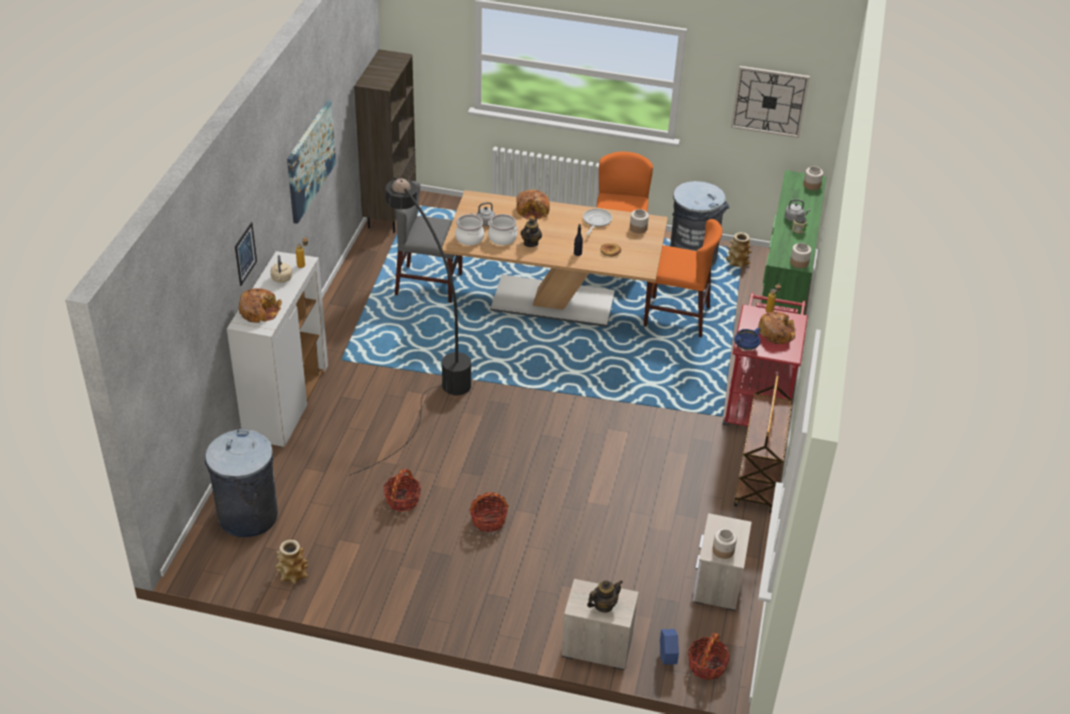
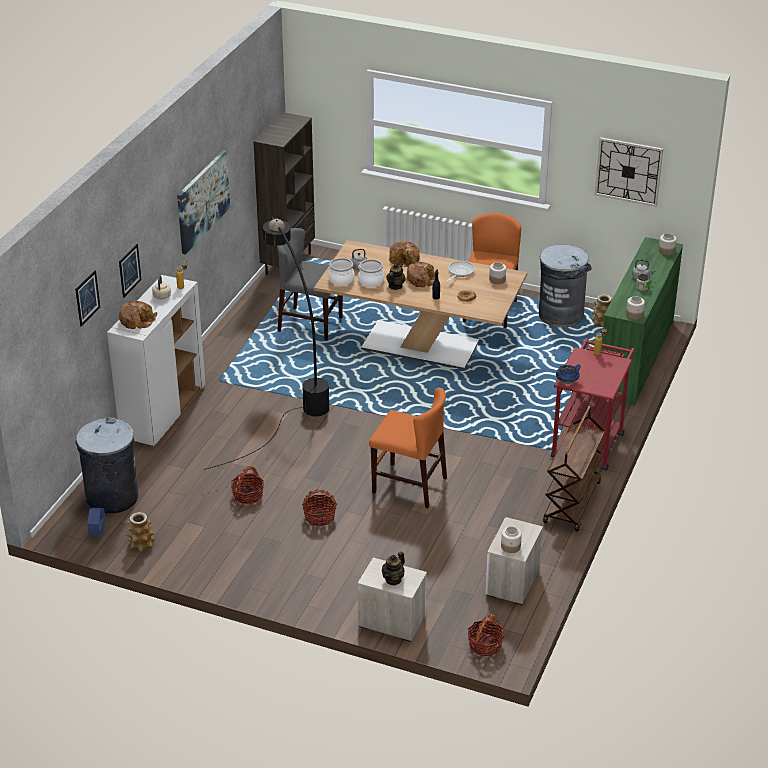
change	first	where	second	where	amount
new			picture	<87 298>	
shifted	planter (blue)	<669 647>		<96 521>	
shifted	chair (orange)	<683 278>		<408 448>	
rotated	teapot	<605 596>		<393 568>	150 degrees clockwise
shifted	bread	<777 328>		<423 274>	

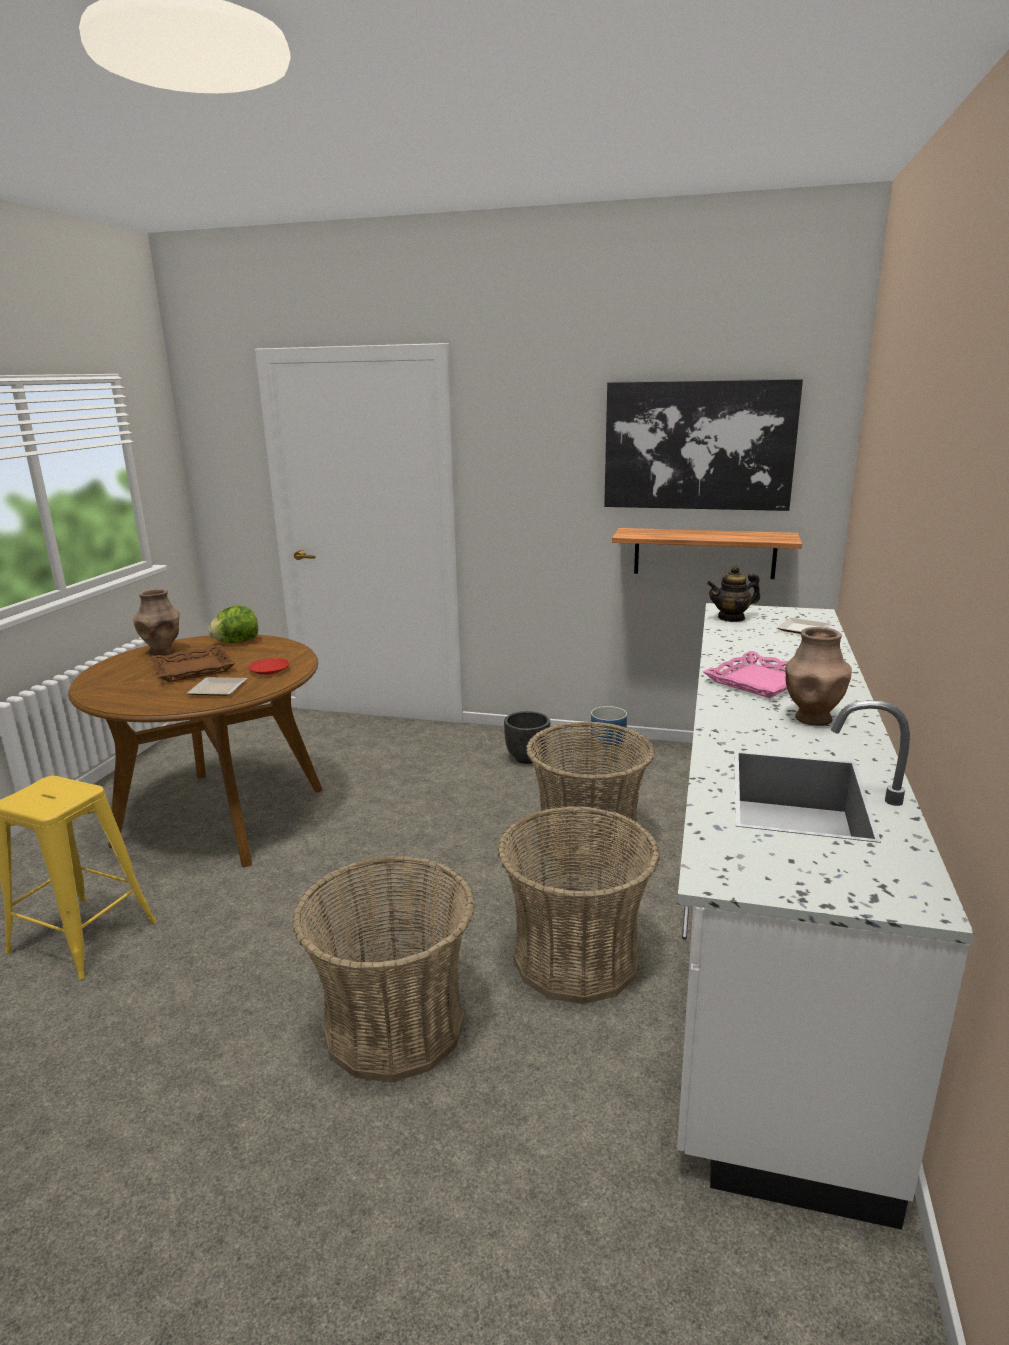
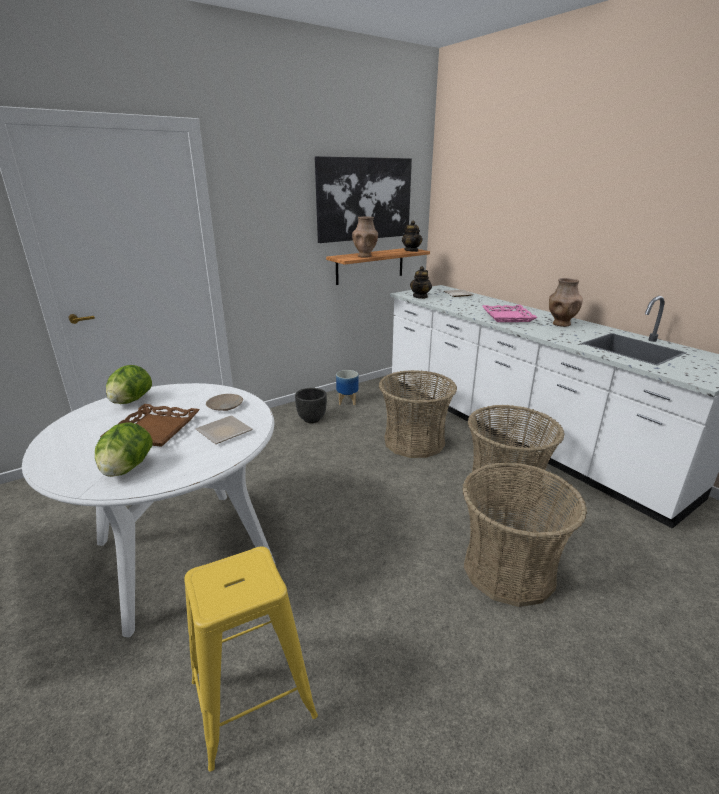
change	first	where	second	where	amount
repainted	dining table (brown)	<195 751>	dining table (white)	<148 510>	
new			lettuce	<124 450>	
repainted	plate (red)	<268 666>	plate (beige)	<224 402>	
shifted	vase (brown)	<156 622>		<365 236>	
new			teapot	<412 236>	

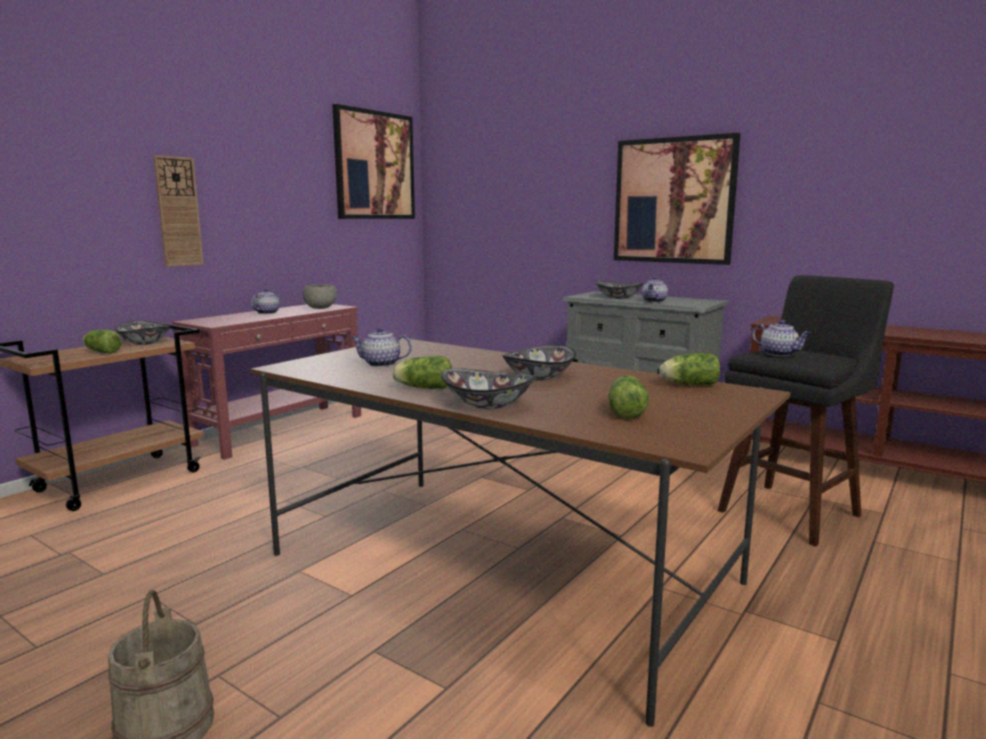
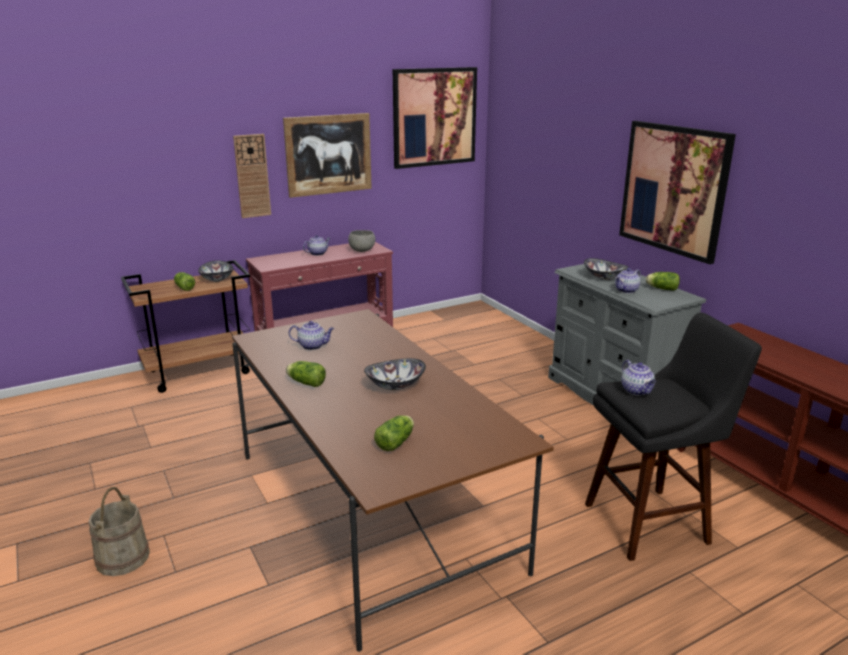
change	first	where	second	where	amount
new			picture	<327 155>	
rotated	teapot	<381 347>		<311 335>	150 degrees clockwise
shifted	lettuce	<689 369>		<663 281>	
gone	bowl	<488 388>			

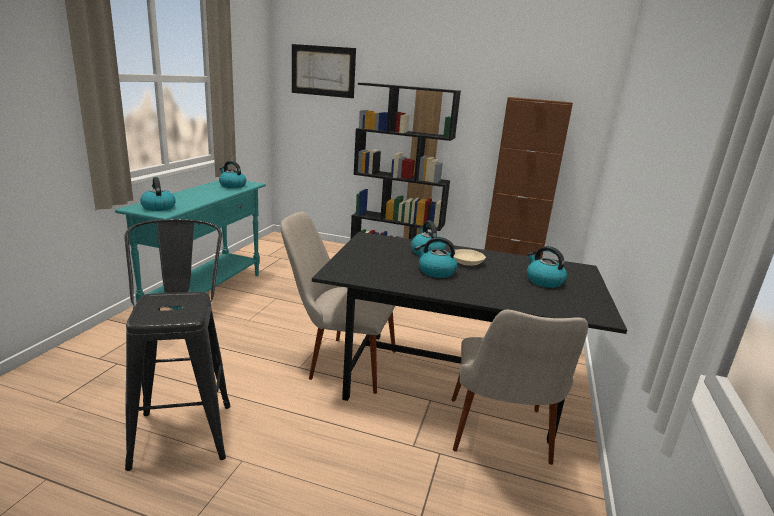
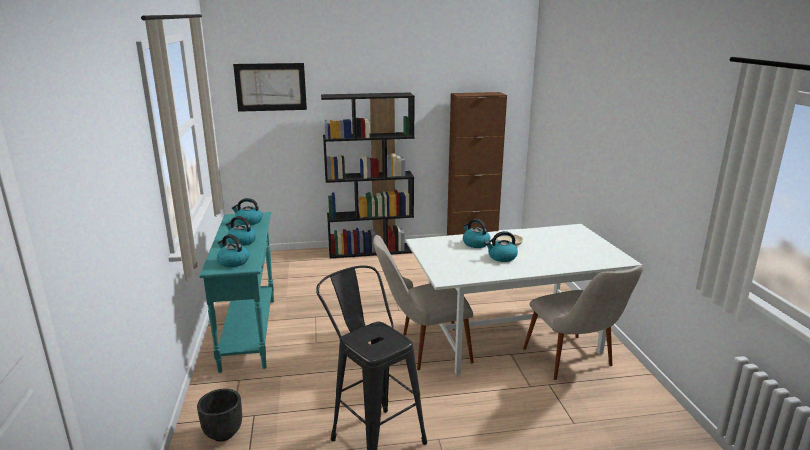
change	first	where	second	where	amount
new			planter (black)	<219 415>	
shifted	kettle	<547 267>		<241 231>	
repainted	dining table (black)	<469 338>	dining table (white)	<524 299>	

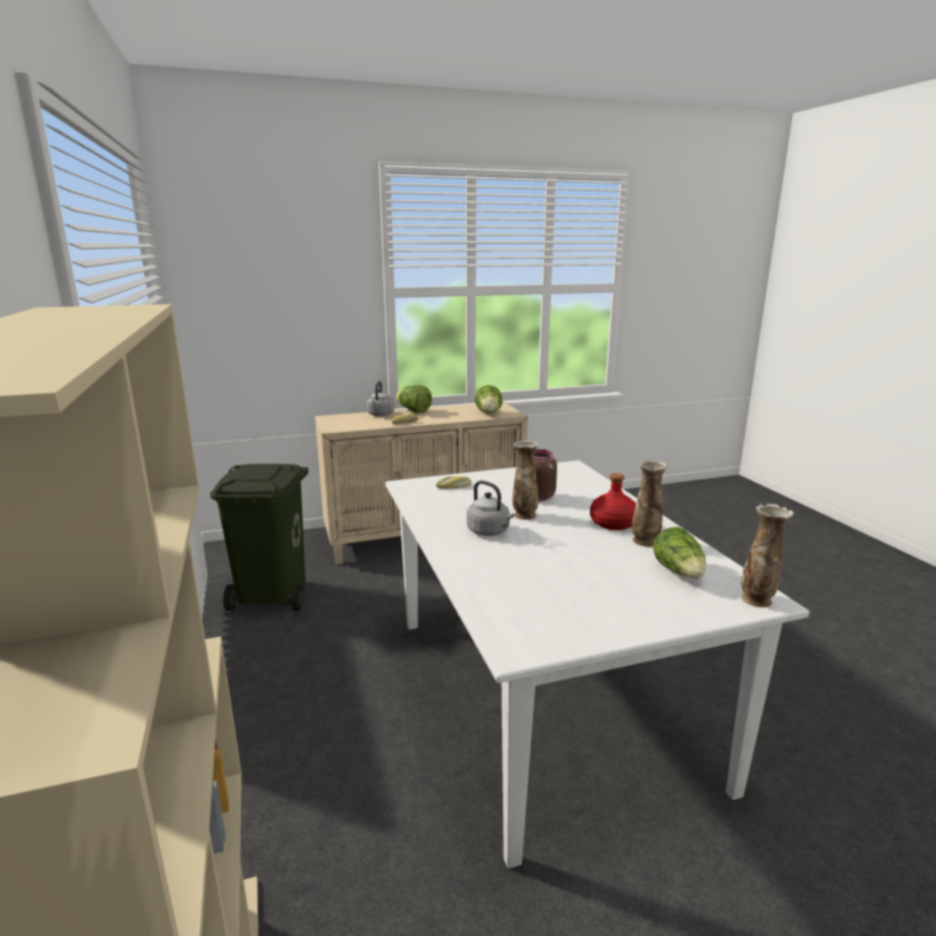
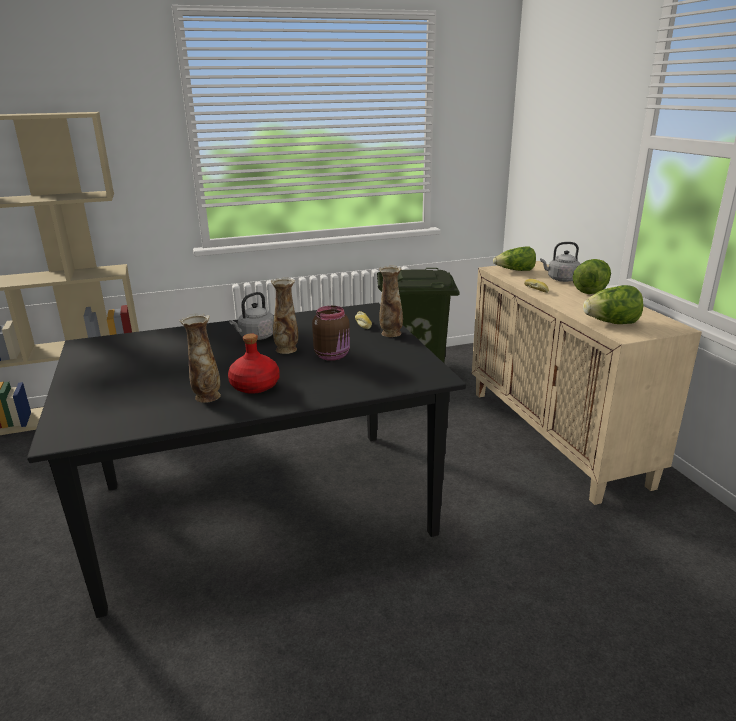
change	first	where	second	where	amount
repainted	dining table (white)	<597 664>	dining table (black)	<246 460>	
shifted	vase	<767 555>		<391 301>	
shifted	lettuce	<679 552>		<514 258>	

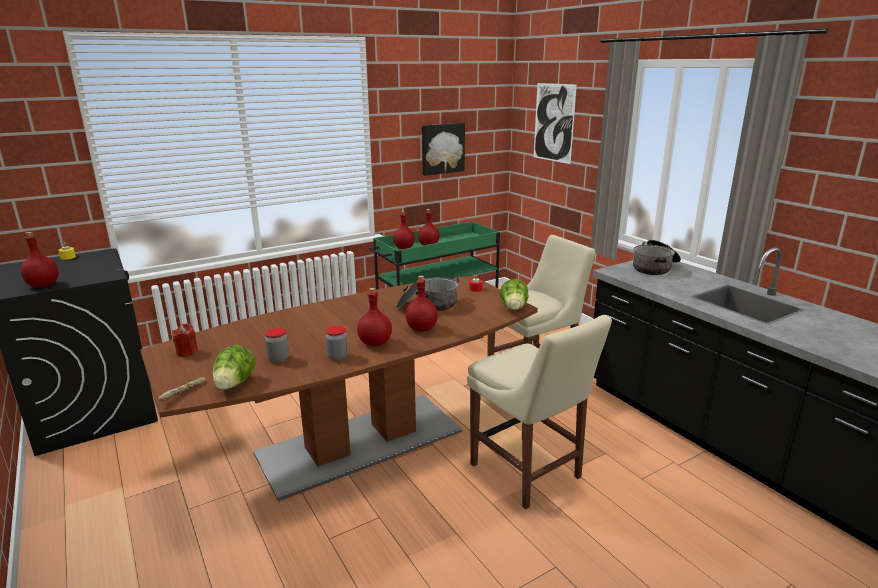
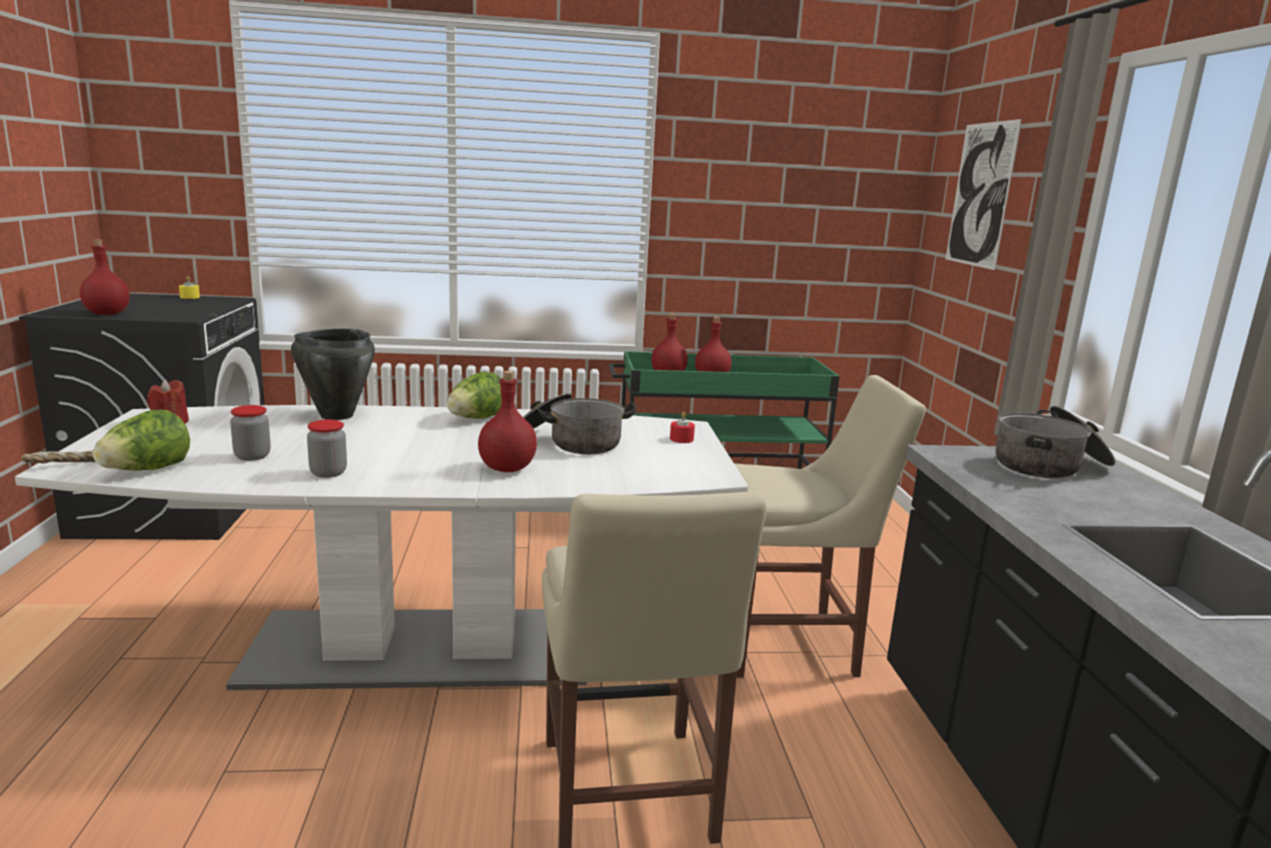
change	first	where	second	where	amount
repainted	dining table (brown)	<339 388>	dining table (white)	<381 547>	
new			cooking pot (black)	<333 374>	
shifted	lettuce	<514 294>		<474 395>	
gone	bottle (red)	<374 317>			
gone	picture	<443 149>			

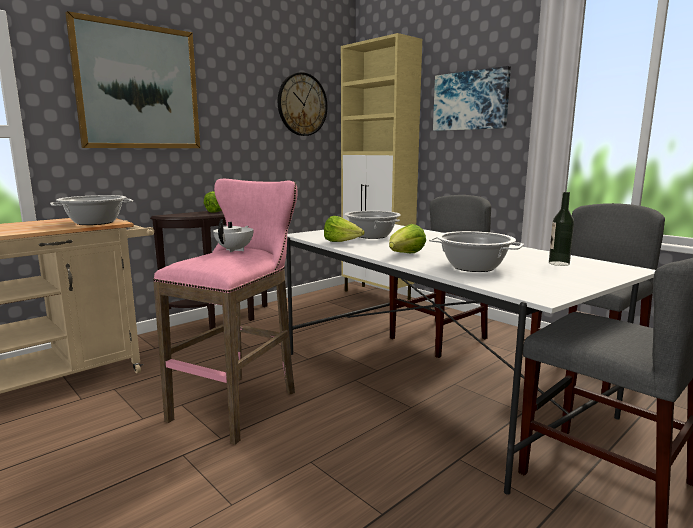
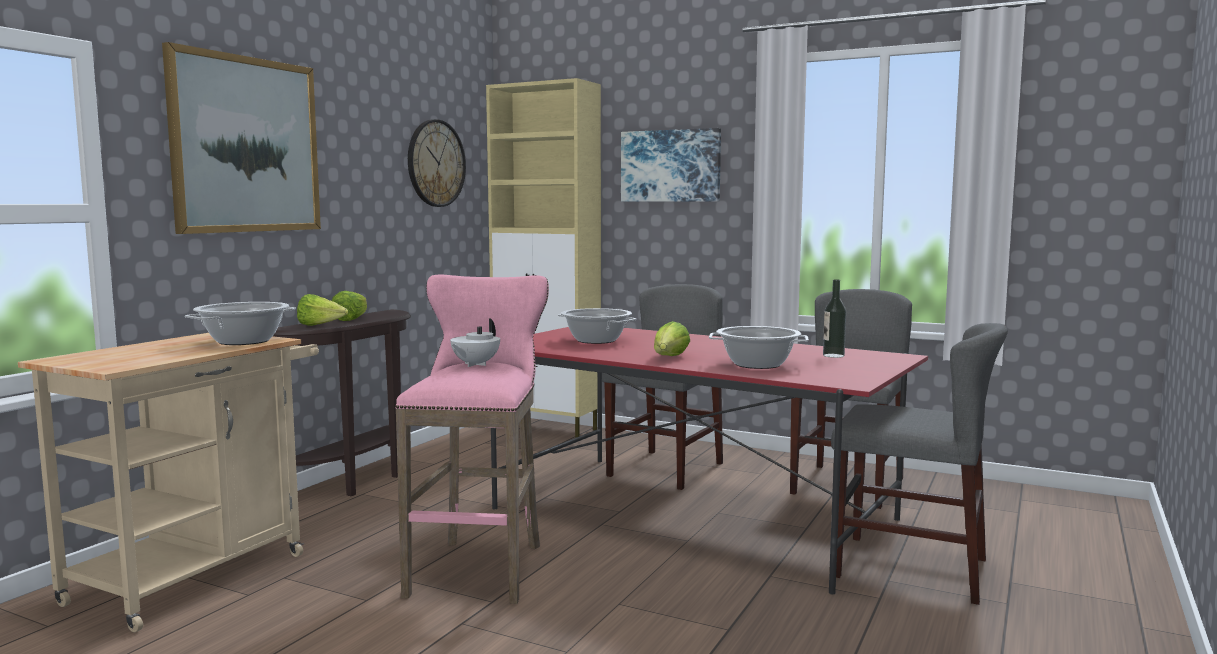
change	first	where	second	where	amount
shifted	lettuce	<344 229>		<322 310>	
rotated	teapot (white)	<233 235>		<475 342>	150 degrees counterclockwise
repainted	dining table (white)	<471 359>	dining table (red)	<709 461>	

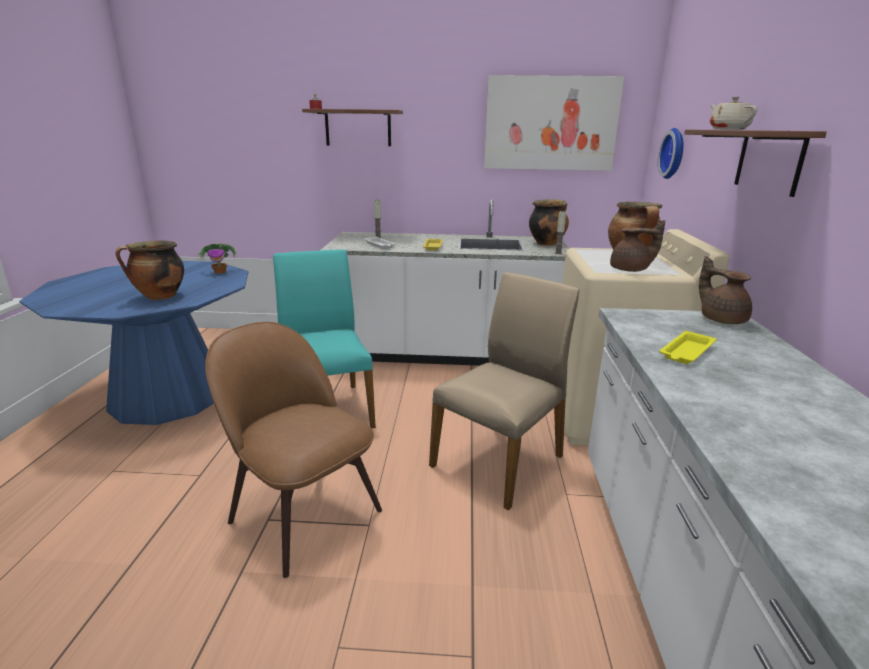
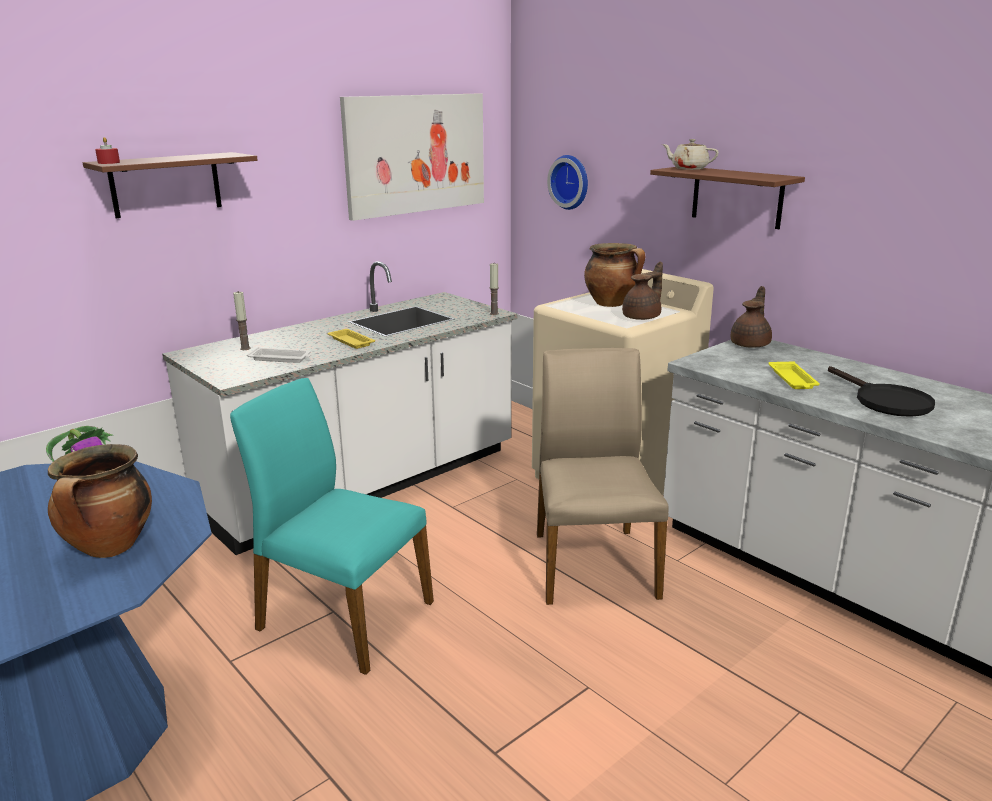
change	first	where	second	where	amount
rotated	teapot (brown)	<725 290>		<751 316>	105 degrees clockwise
new			frying pan (black)	<881 391>	
gone	chair (brown)	<293 450>			
gone	cooking pot	<549 222>			

